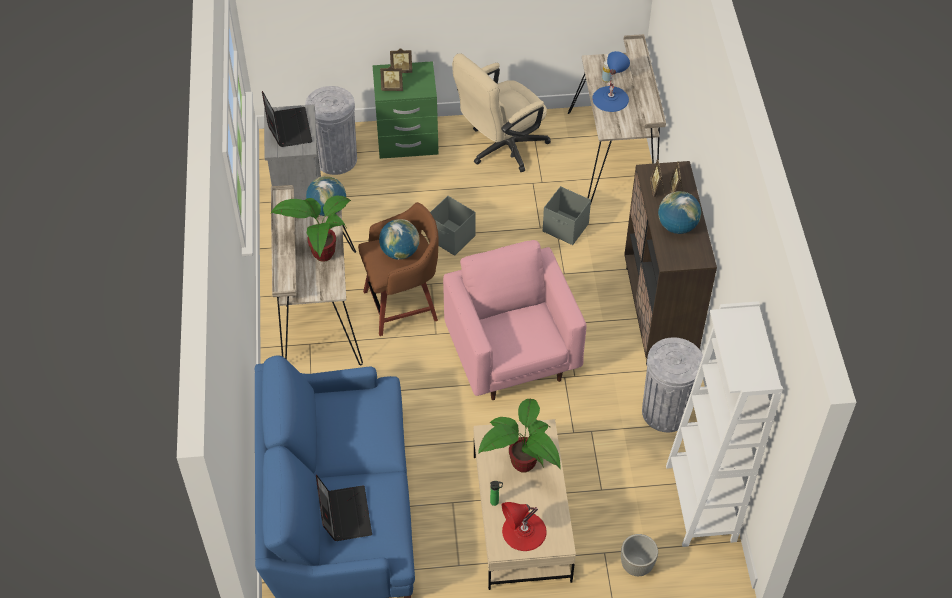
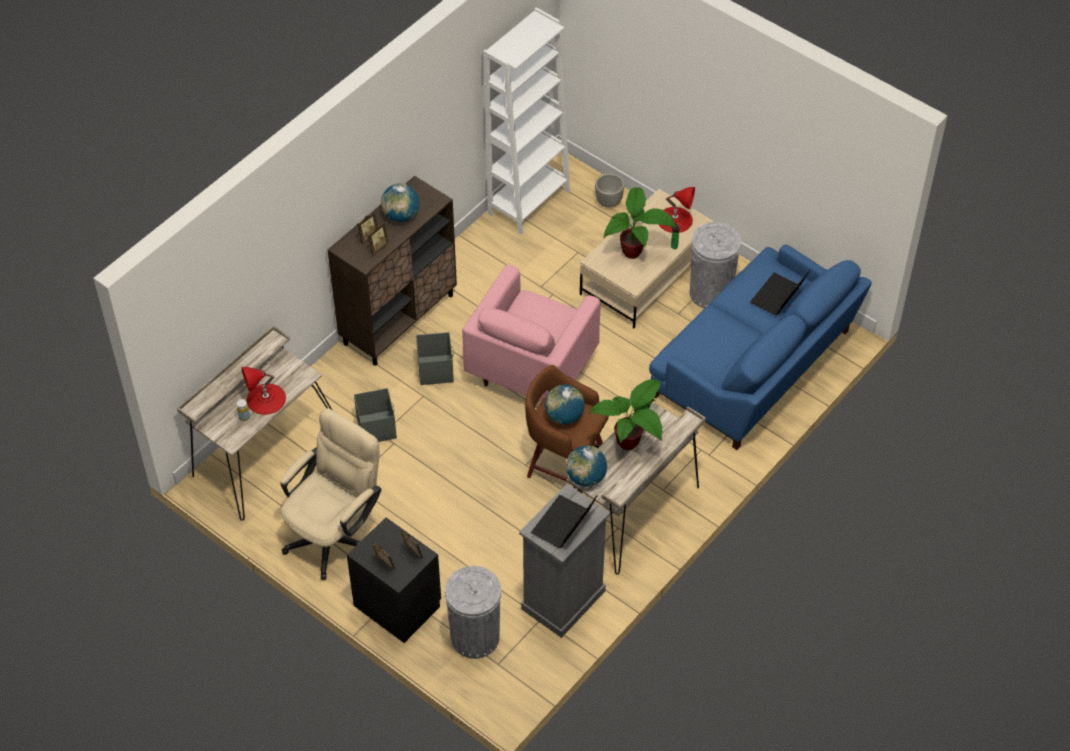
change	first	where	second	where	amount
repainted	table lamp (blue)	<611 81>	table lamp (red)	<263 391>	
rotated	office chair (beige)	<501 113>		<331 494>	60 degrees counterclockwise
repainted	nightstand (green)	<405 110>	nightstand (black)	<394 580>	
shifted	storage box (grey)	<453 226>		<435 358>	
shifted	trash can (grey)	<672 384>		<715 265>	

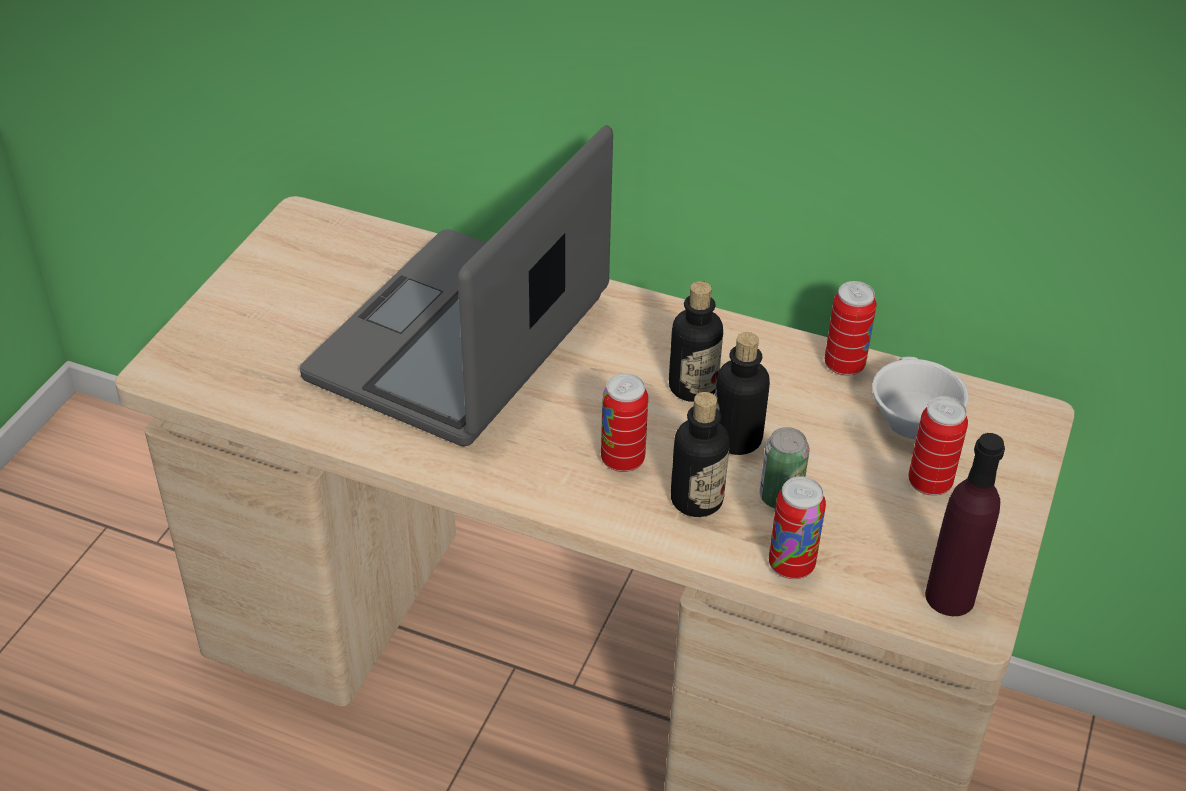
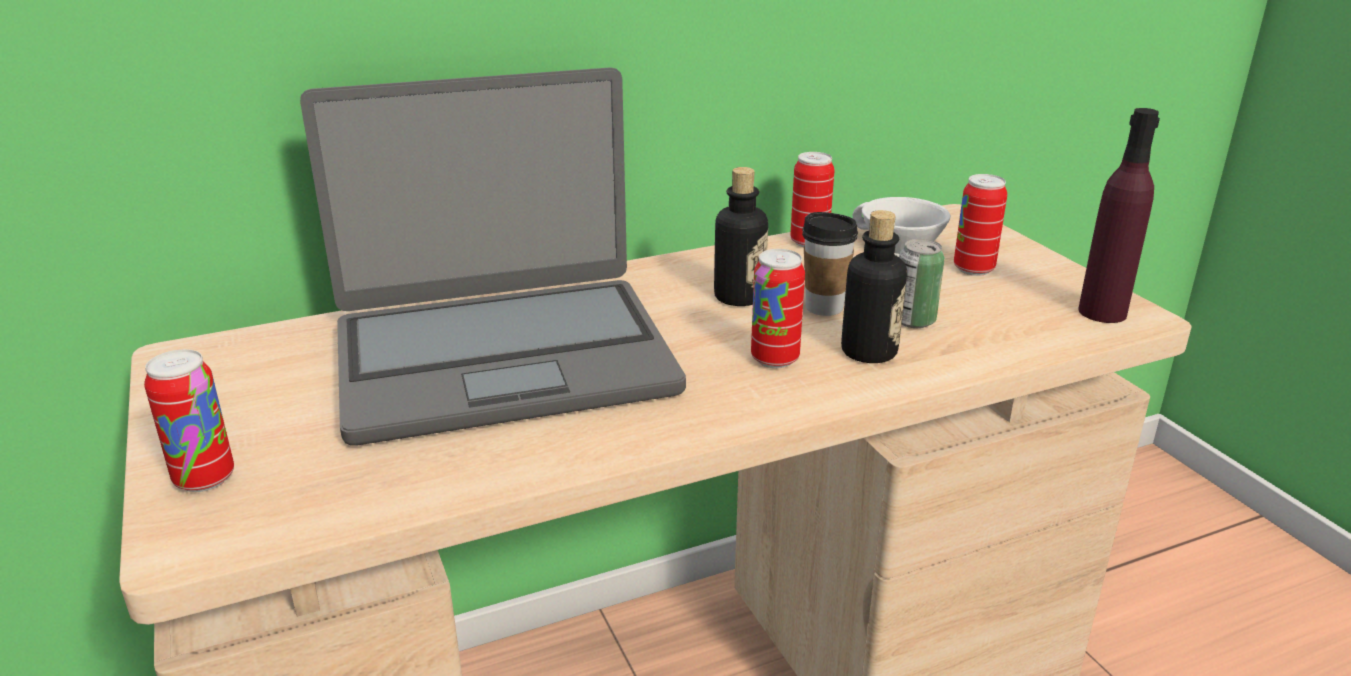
change	first	where	second	where	amount
shifted	can	<797 527>		<189 420>	
rotated	laptop	<456 285>		<493 256>	90 degrees counterclockwise
swapped	bottle	<742 393>	cup	<830 264>	

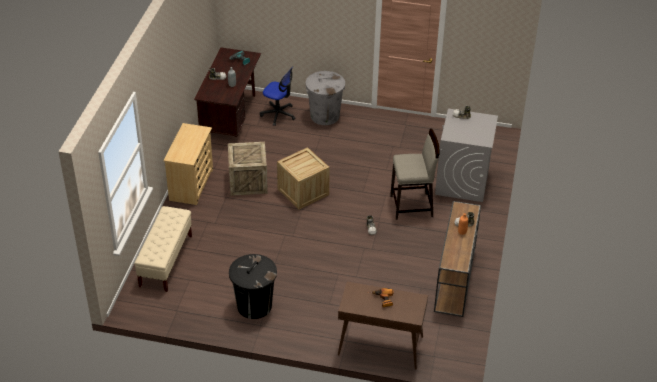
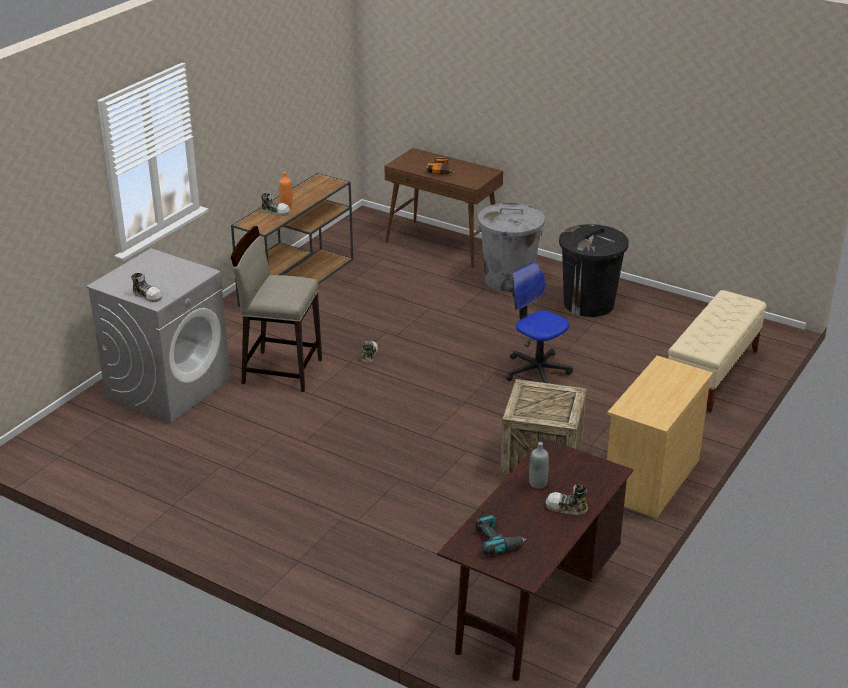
change	first	where	second	where	amount
shifted	trash can (grey)	<325 98>		<511 247>	
shifted	office chair	<278 96>		<539 322>	
gone	crate	<303 178>			

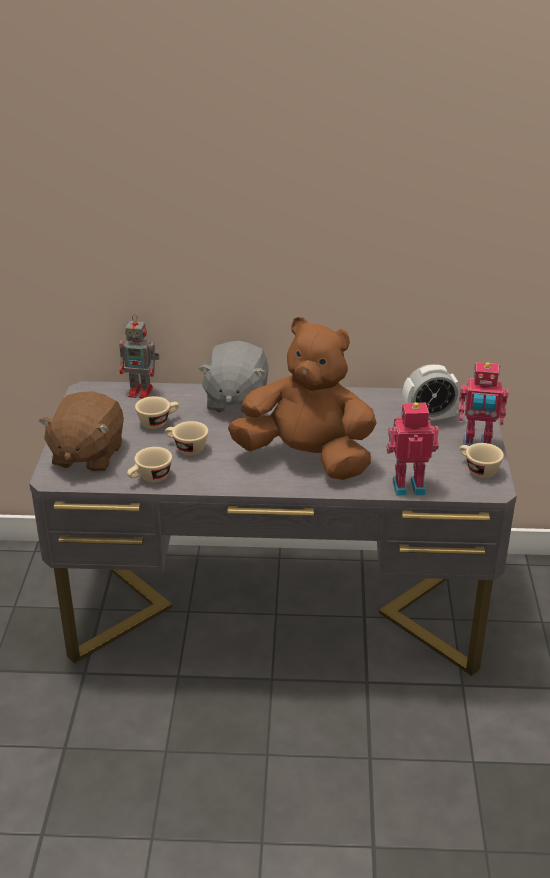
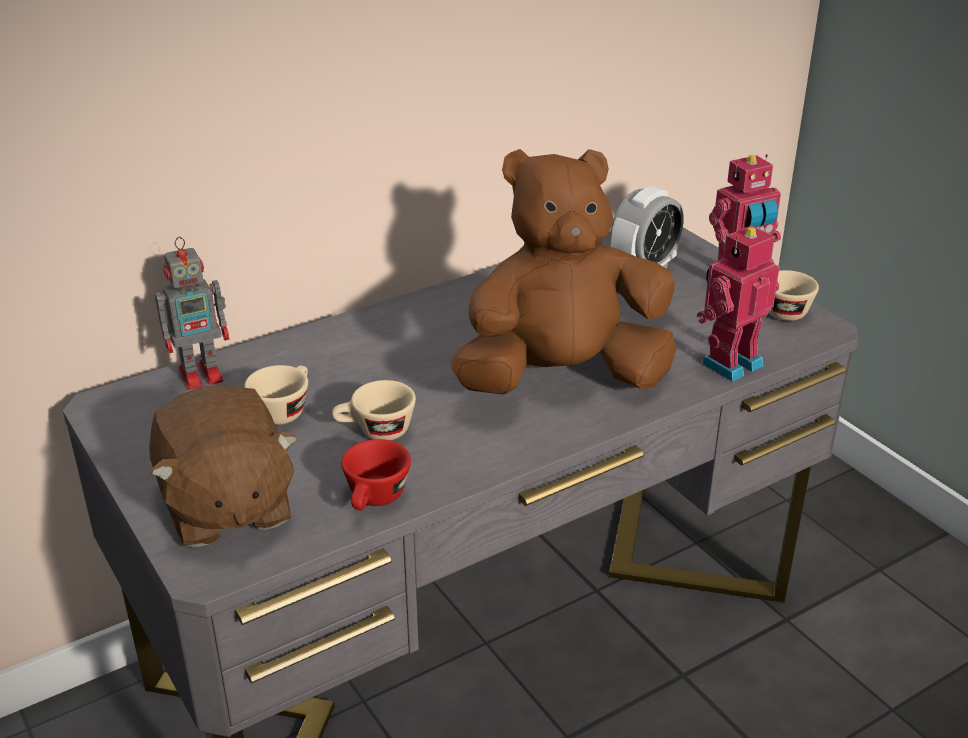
change	first	where	second	where	amount
repainted	cup (beige)	<149 464>	cup (red)	<376 474>	
gone	plush toy (grey)	<233 377>			

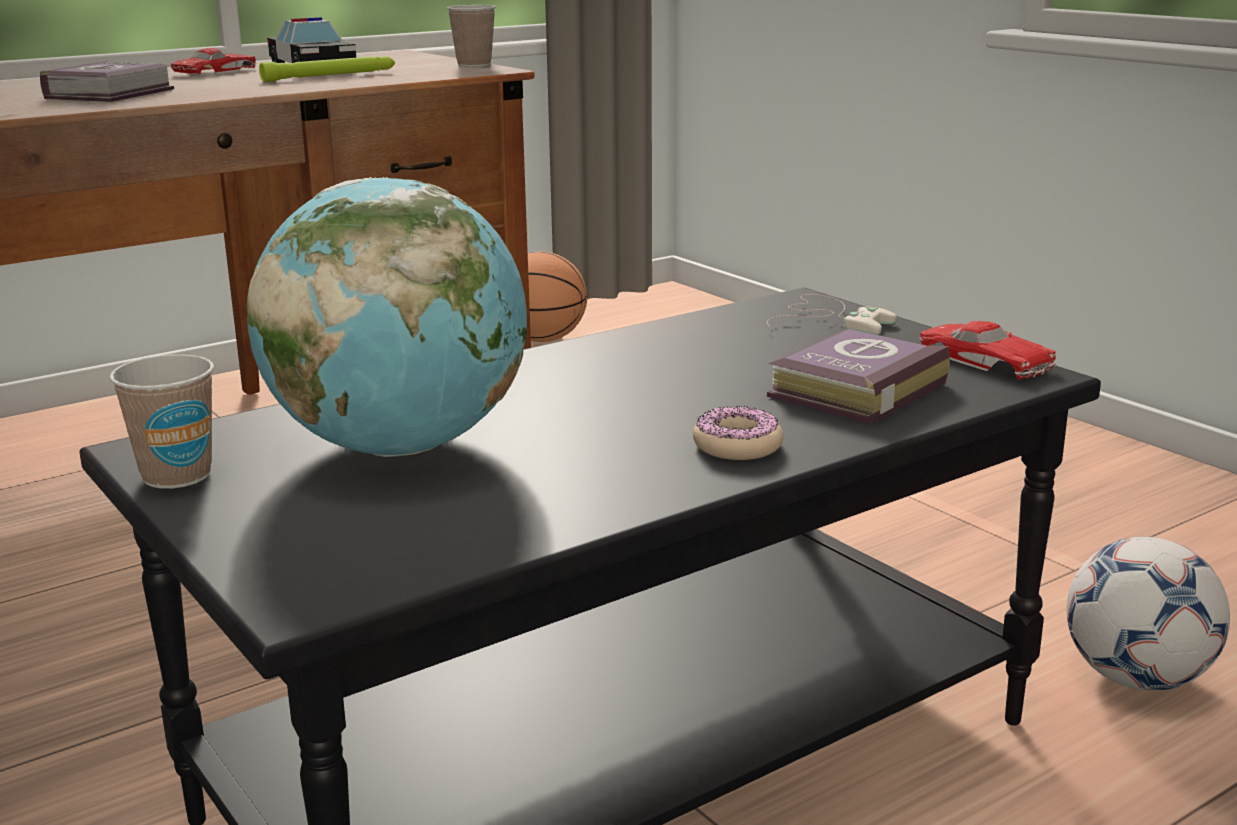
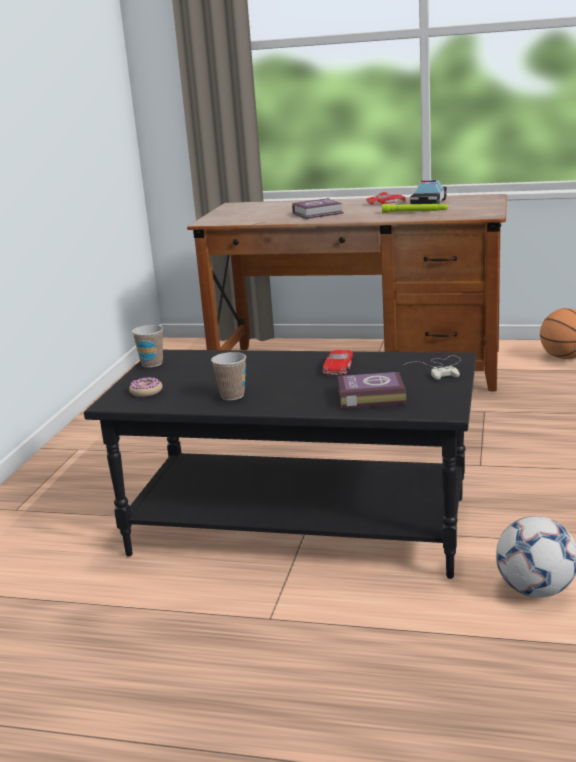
change	first	where	second	where	amount
shifted	donut	<738 433>		<145 387>	
shifted	cup	<471 36>		<228 376>	
shifted	toy car (red)	<988 350>		<338 363>	
gone	globe	<387 317>			

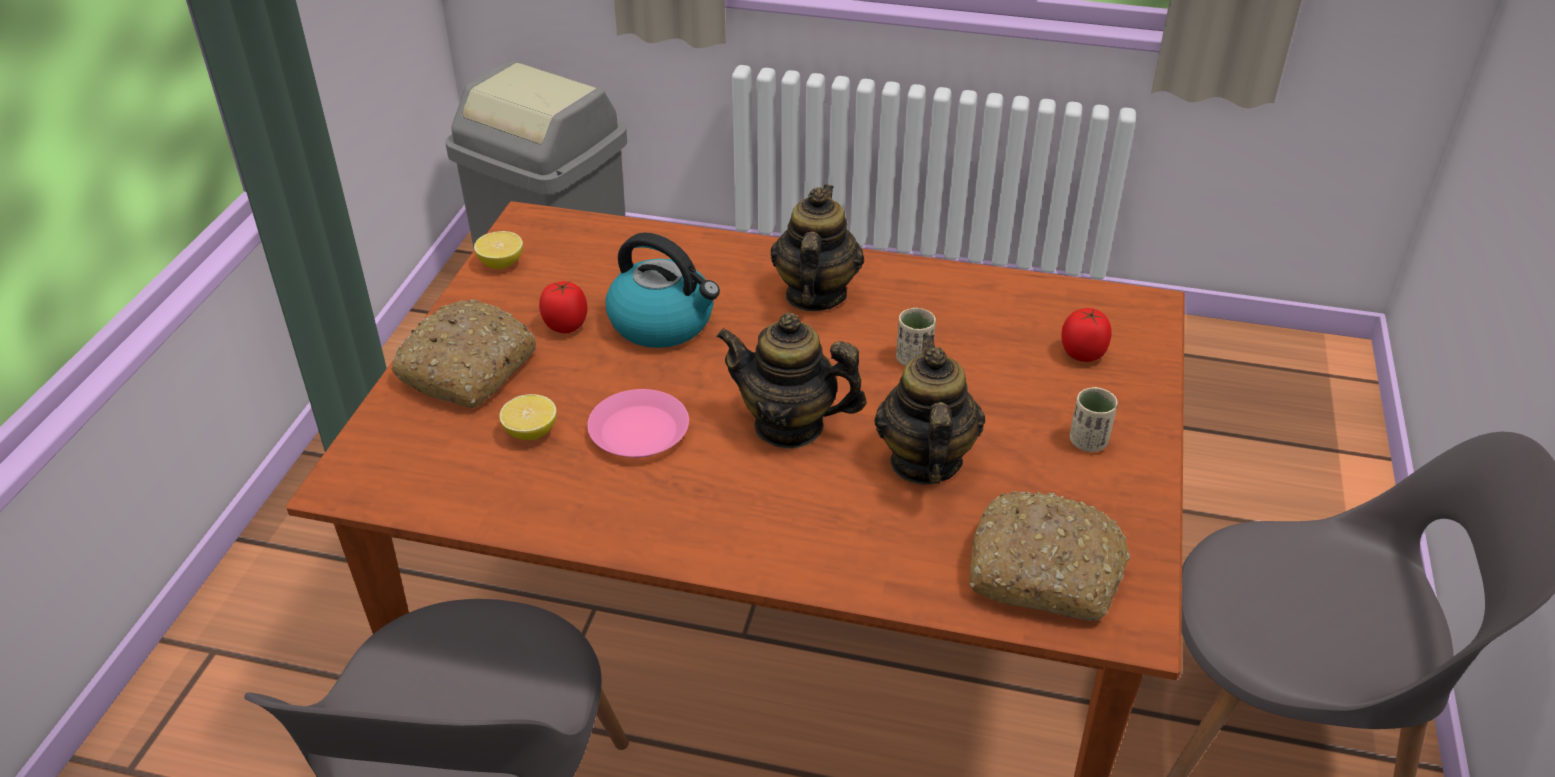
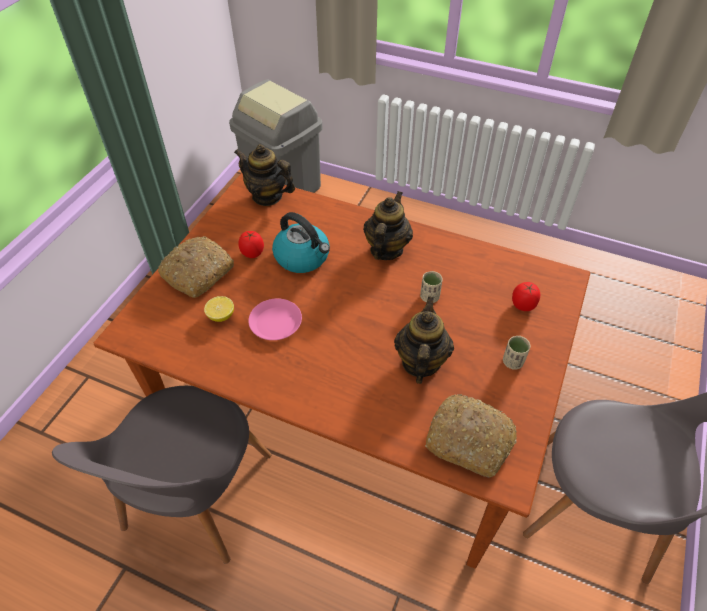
change	first	where	second	where	amount
shifted	teapot	<791 380>		<264 175>	
gone	lemon	<498 250>			

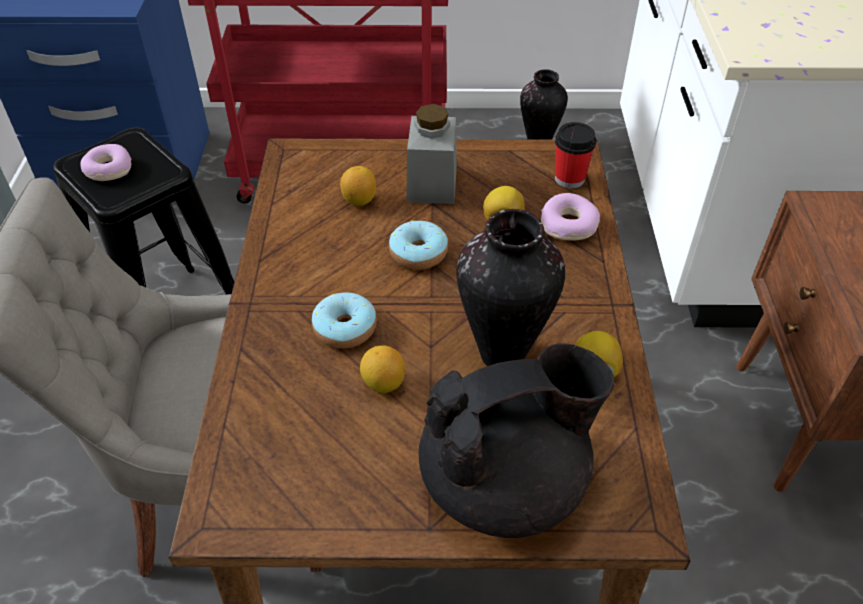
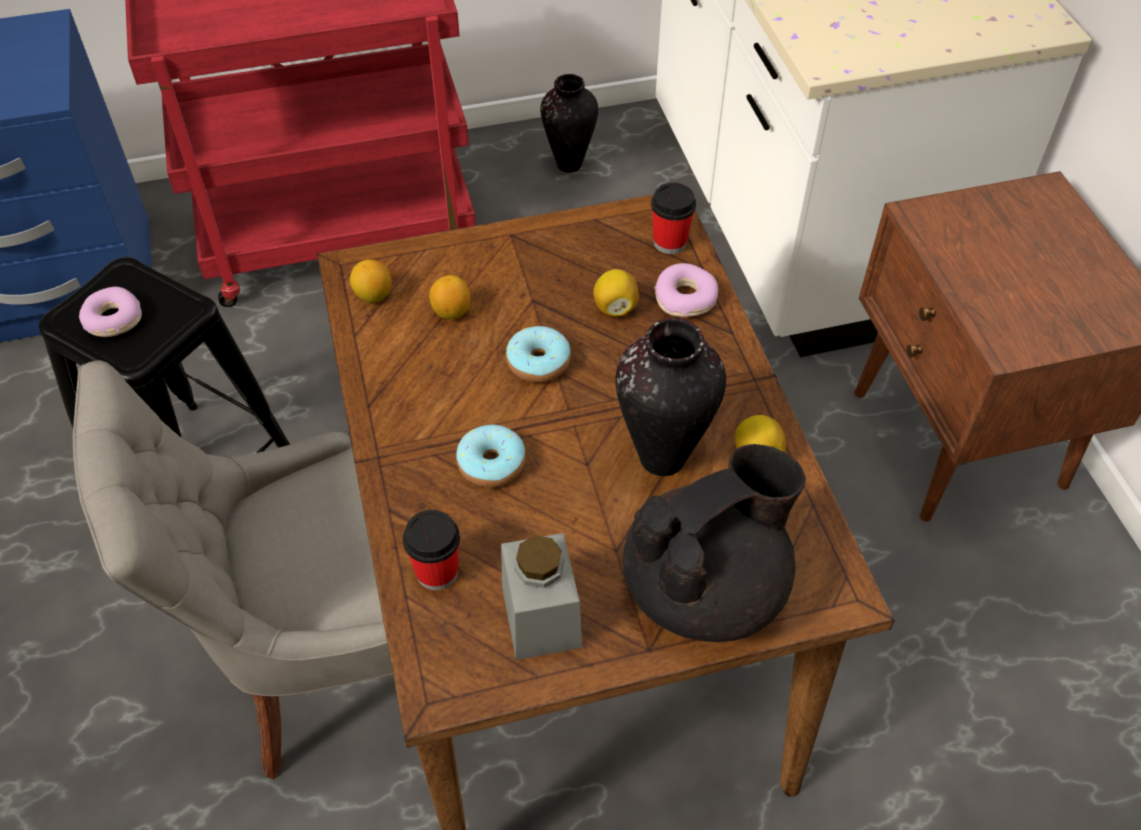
change	first	where	second	where	amount
shifted	lemon	<382 369>		<370 281>	
new			cup	<431 550>	
shifted	jar (grey)	<431 154>		<541 596>	

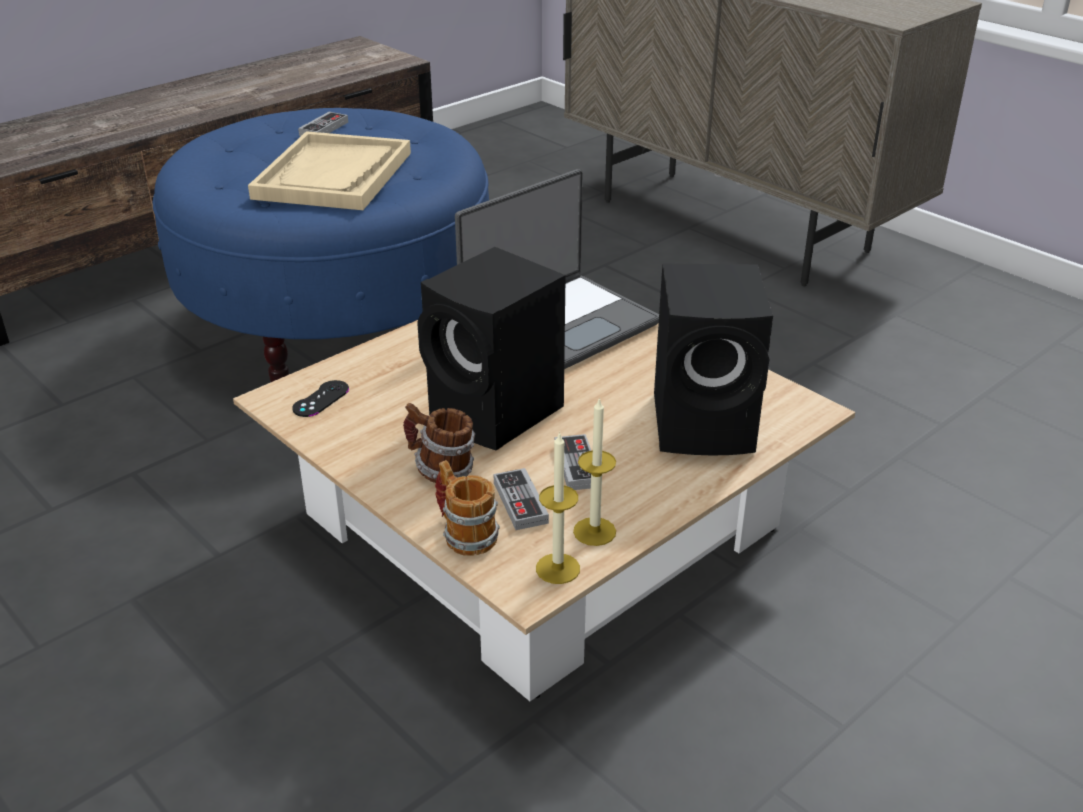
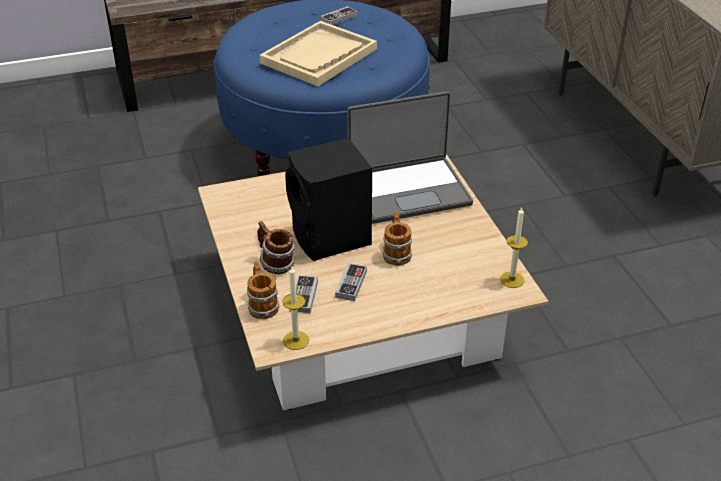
change	first	where	second	where	amount
new			mug	<397 238>	
shifted	candle	<594 471>		<514 247>	
gone	game controller (black)	<320 398>			
gone	speaker (black)	<713 359>			

